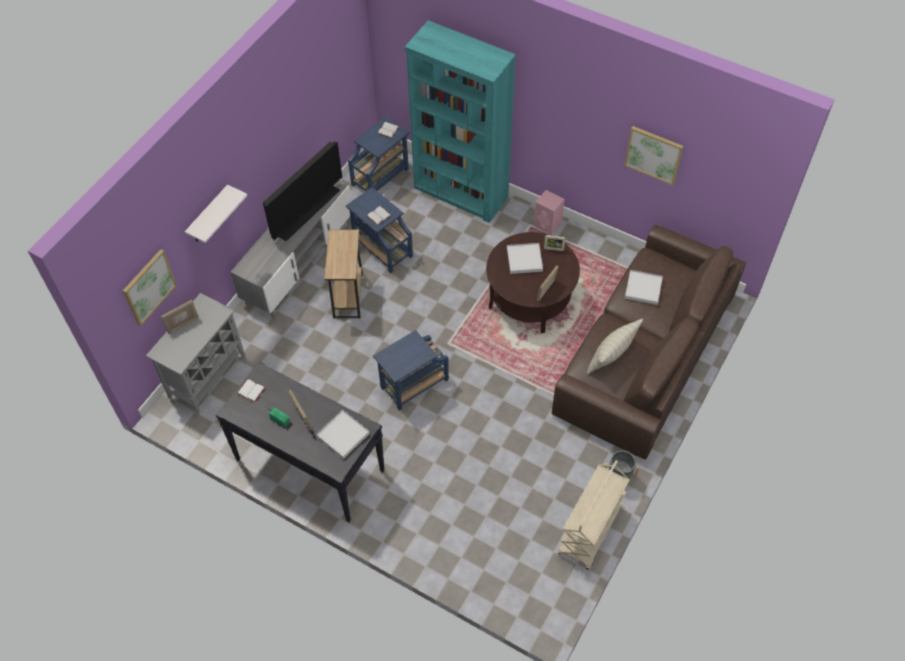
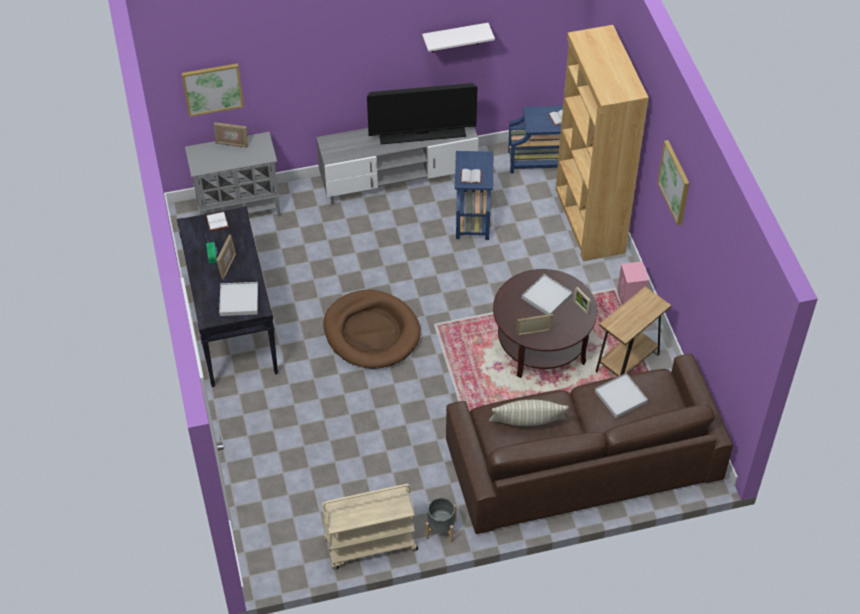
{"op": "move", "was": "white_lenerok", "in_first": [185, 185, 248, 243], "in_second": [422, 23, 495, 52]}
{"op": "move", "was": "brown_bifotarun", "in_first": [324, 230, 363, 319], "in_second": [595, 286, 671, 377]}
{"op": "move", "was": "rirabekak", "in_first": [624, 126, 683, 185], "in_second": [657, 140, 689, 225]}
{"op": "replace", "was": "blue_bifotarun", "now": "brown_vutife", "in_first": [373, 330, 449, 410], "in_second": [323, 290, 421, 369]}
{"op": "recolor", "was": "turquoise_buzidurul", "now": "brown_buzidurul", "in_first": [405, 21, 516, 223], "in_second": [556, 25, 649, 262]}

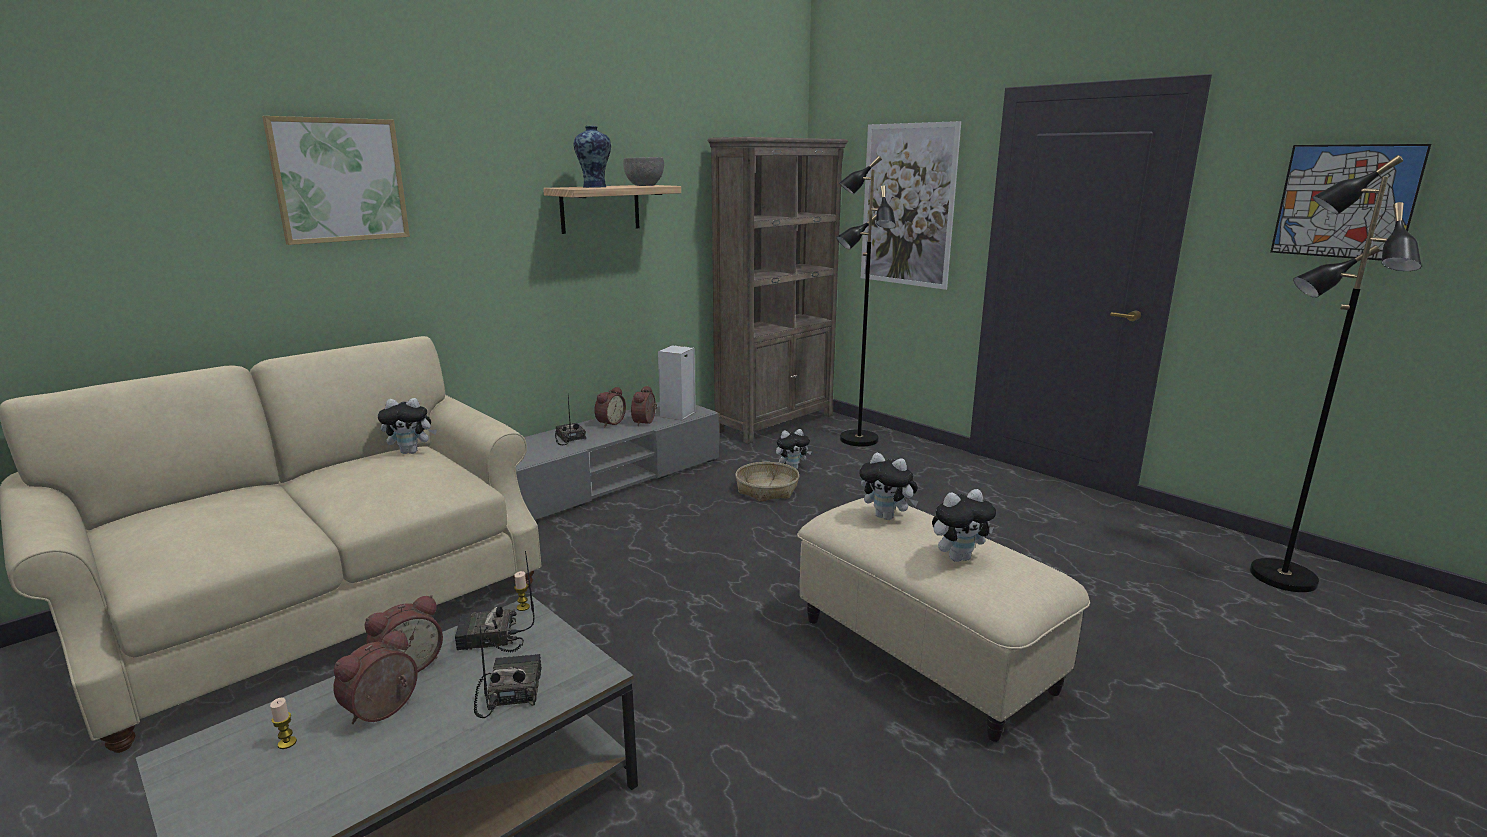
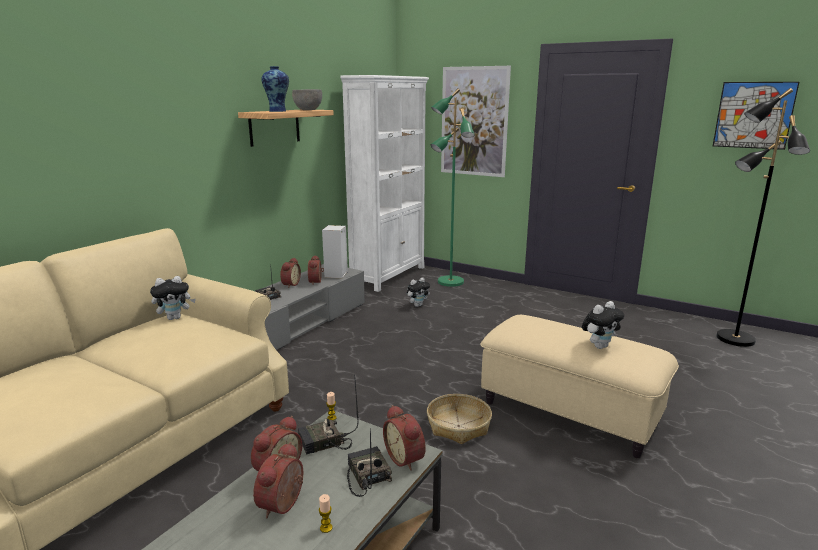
{"op": "delete", "was": "rirabekak", "in_first": [262, 116, 410, 245]}
{"op": "delete", "was": "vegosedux", "in_first": [859, 453, 919, 520]}
{"op": "insert", "now": "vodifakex", "in_second": [383, 405, 426, 471]}
{"op": "move", "was": "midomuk", "in_first": [270, 698, 297, 749], "in_second": [319, 494, 332, 533]}
{"op": "move", "was": "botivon", "in_first": [735, 462, 799, 502], "in_second": [427, 394, 492, 444]}
{"op": "recolor", "was": "brown_buzidurul", "now": "white_buzidurul", "in_first": [708, 137, 848, 444], "in_second": [340, 75, 429, 292]}
{"op": "recolor", "was": "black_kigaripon", "now": "green_kigaripon", "in_first": [836, 156, 896, 447], "in_second": [431, 89, 475, 287]}

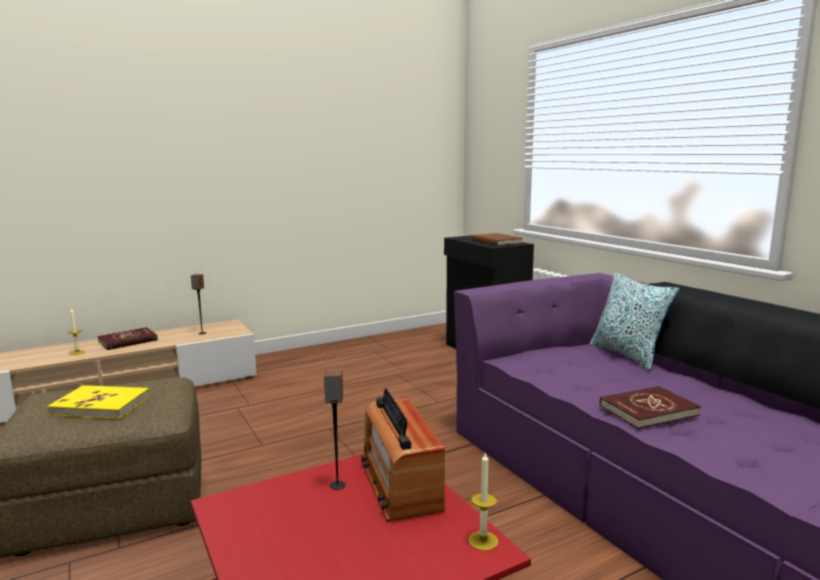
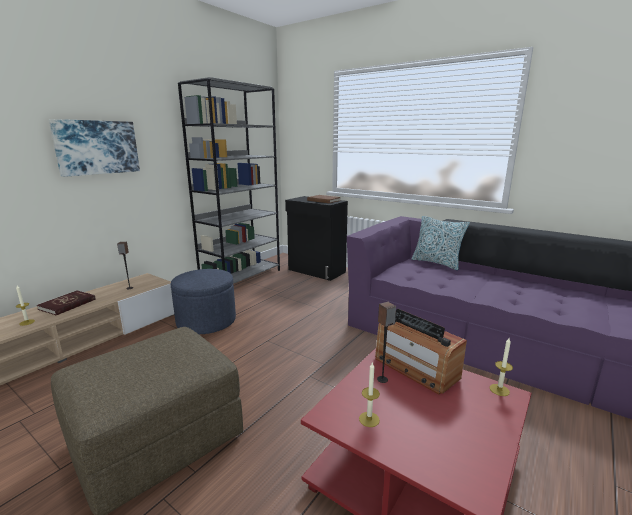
{"op": "delete", "was": "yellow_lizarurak", "in_first": [47, 385, 150, 419]}
{"op": "delete", "was": "red_lizarurak", "in_first": [600, 386, 701, 429]}
{"op": "insert", "now": "rirabekak", "in_second": [49, 119, 140, 177]}
{"op": "insert", "now": "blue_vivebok", "in_second": [171, 269, 236, 334]}
{"op": "insert", "now": "grey_buzidurul", "in_second": [178, 77, 280, 284]}
{"op": "insert", "now": "midomuk", "in_second": [359, 362, 380, 427]}

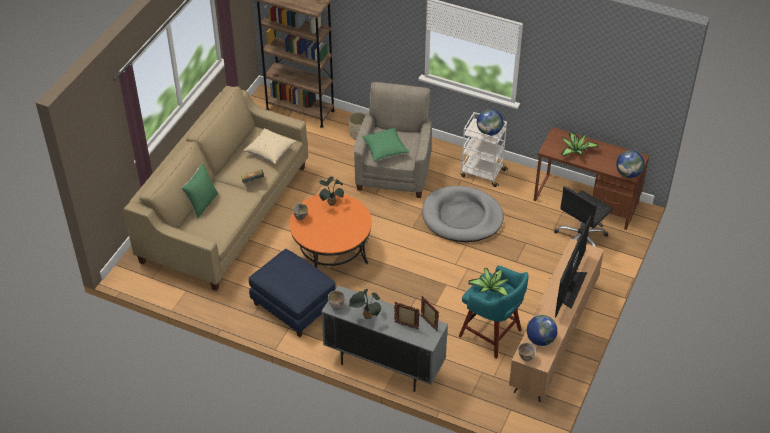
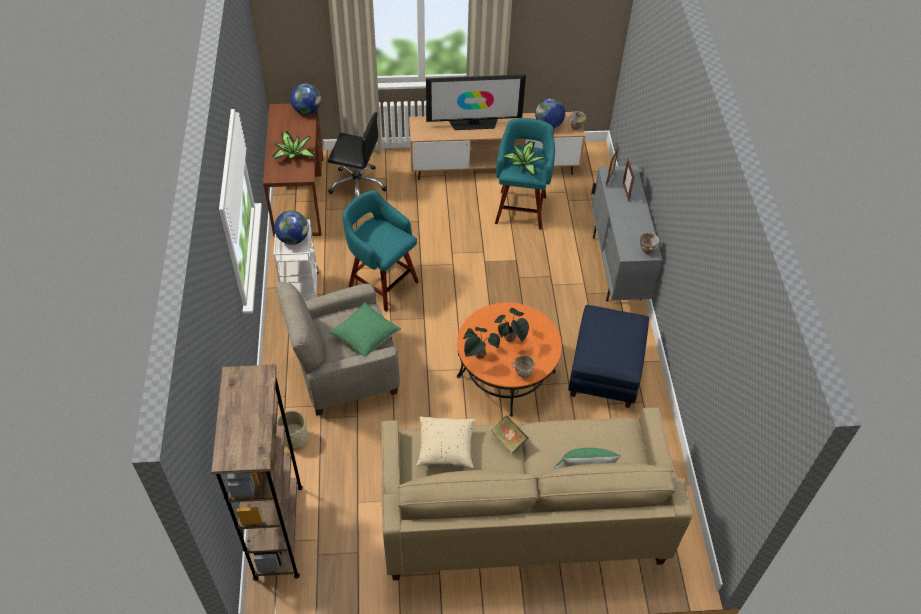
{"op": "move", "was": "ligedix", "in_first": [349, 289, 381, 319], "in_second": [494, 308, 529, 342]}
{"op": "replace", "was": "grey_vutife", "now": "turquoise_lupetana", "in_first": [422, 186, 504, 242], "in_second": [343, 190, 419, 311]}

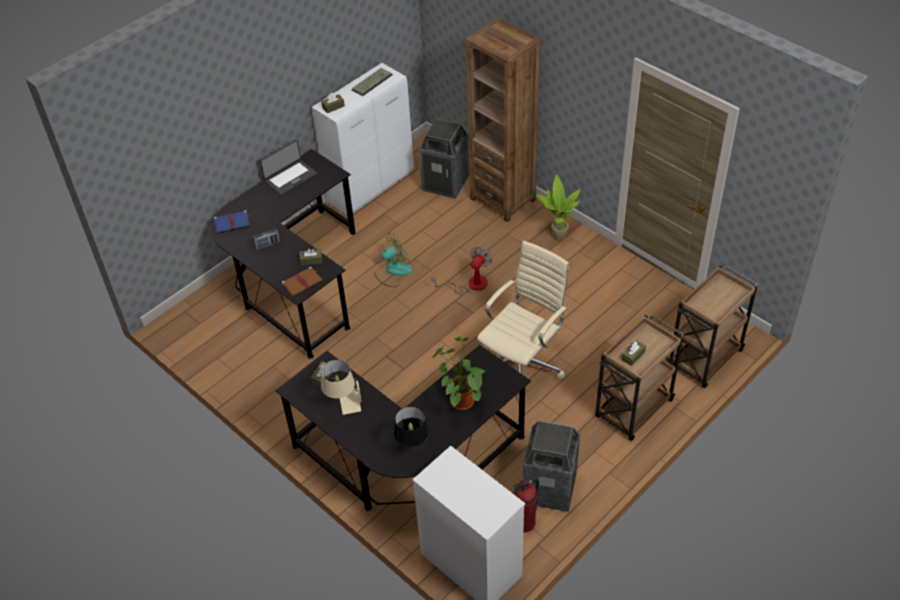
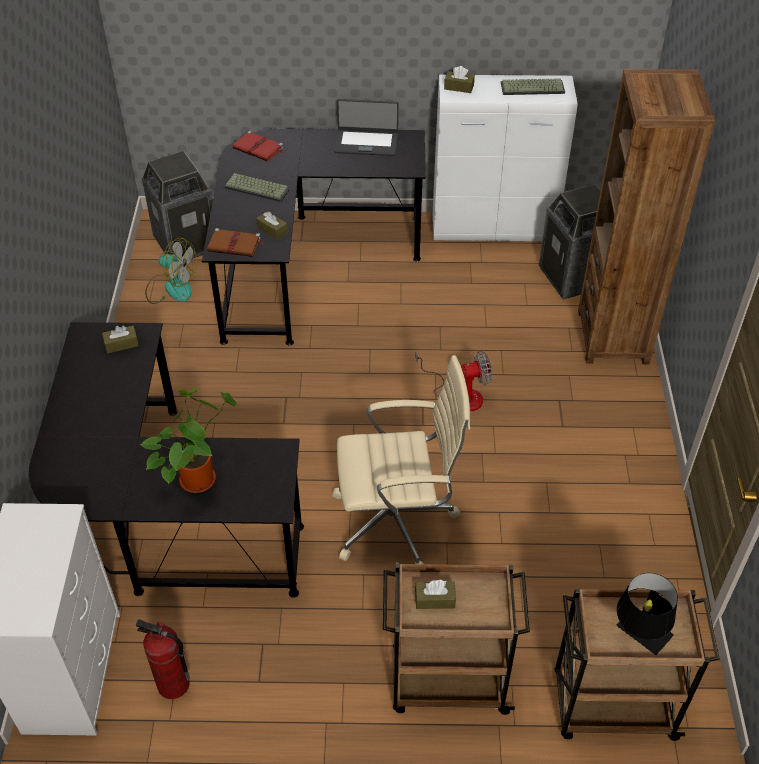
{"op": "delete", "was": "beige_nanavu", "in_first": [321, 360, 362, 415]}
{"op": "delete", "was": "ligedix", "in_first": [536, 175, 580, 240]}
{"op": "move", "was": "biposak", "in_first": [374, 232, 412, 287], "in_second": [145, 238, 197, 304]}
{"op": "move", "was": "black_nanavu", "in_first": [394, 406, 429, 452], "in_second": [616, 573, 678, 655]}
{"op": "move", "was": "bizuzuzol", "in_first": [523, 420, 580, 512], "in_second": [142, 151, 213, 259]}
{"op": "replace", "was": "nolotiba", "now": "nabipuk", "in_first": [253, 229, 280, 250], "in_second": [224, 173, 290, 202]}
{"op": "recolor", "was": "blue_lizarurak", "now": "red_lizarurak", "in_first": [214, 210, 251, 234], "in_second": [232, 131, 283, 161]}

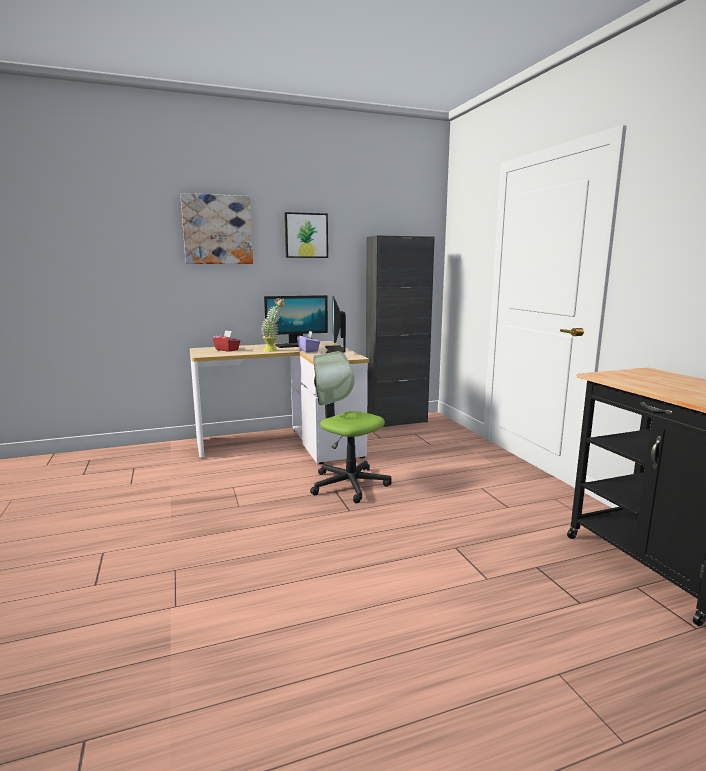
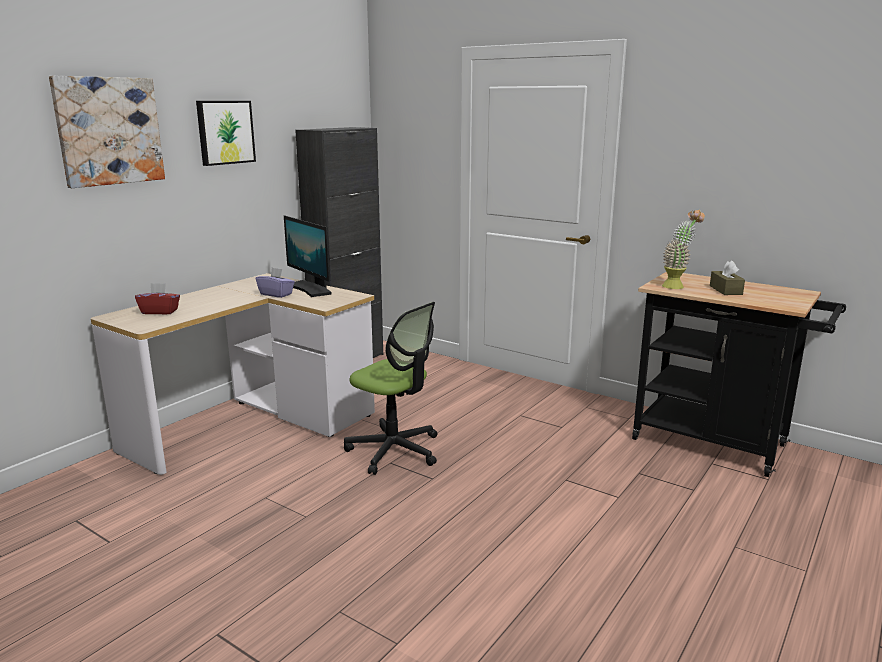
{"op": "delete", "was": "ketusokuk", "in_first": [264, 295, 328, 348]}
{"op": "insert", "now": "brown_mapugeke", "in_second": [710, 260, 745, 295]}
{"op": "move", "was": "ligedix", "in_first": [261, 298, 285, 352], "in_second": [662, 210, 705, 289]}
{"op": "rotate", "was": "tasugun", "in_first": [310, 351, 392, 503], "in_second": [344, 302, 437, 475], "clockwise": -150}

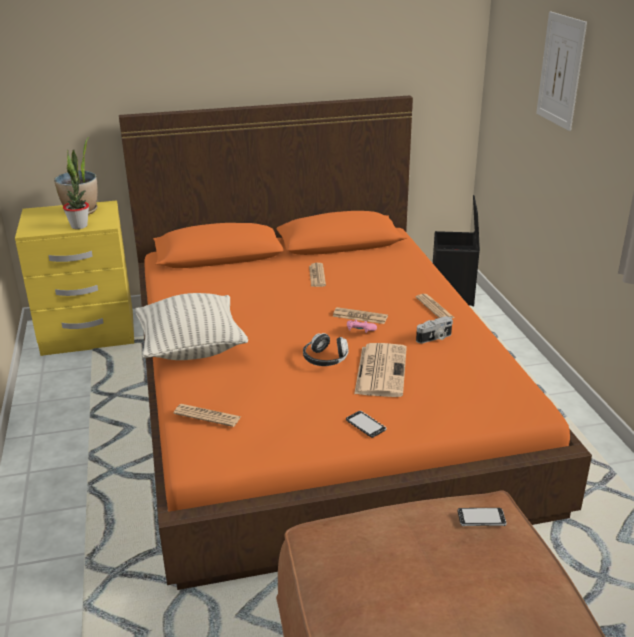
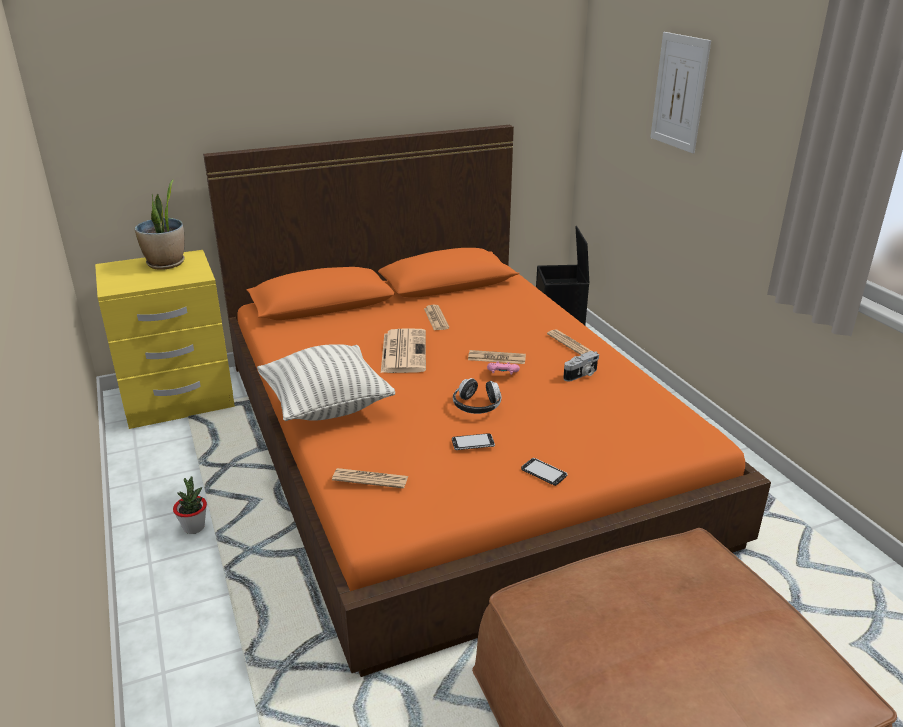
{"op": "move", "was": "ligedix", "in_first": [63, 180, 89, 229], "in_second": [173, 476, 207, 534]}
{"op": "move", "was": "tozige", "in_first": [354, 343, 407, 397], "in_second": [381, 328, 426, 373]}
{"op": "move", "was": "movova", "in_first": [458, 508, 507, 526], "in_second": [452, 433, 495, 450]}

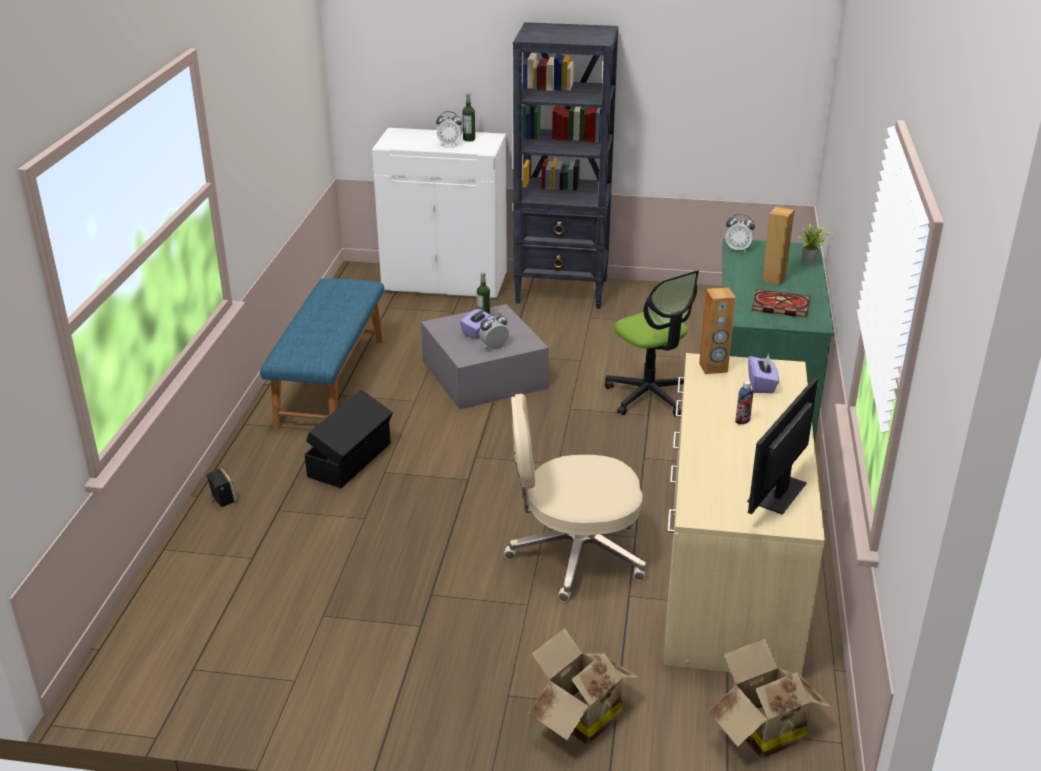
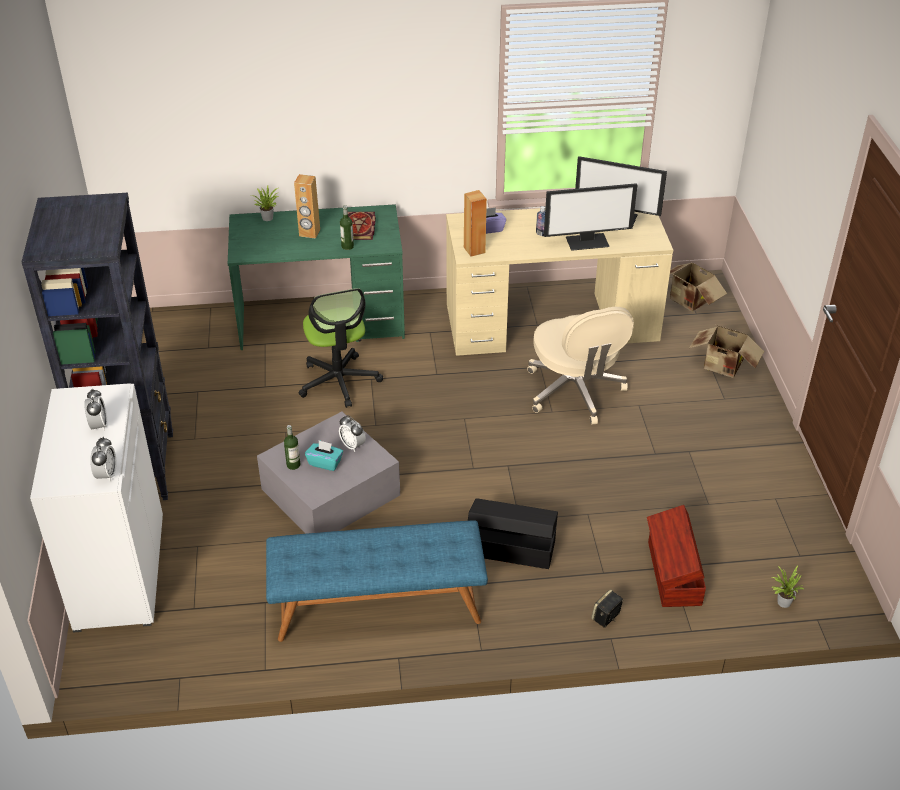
{"op": "insert", "now": "ketusokuk", "in_second": [544, 183, 637, 251]}
{"op": "insert", "now": "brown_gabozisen", "in_second": [647, 505, 706, 607]}
{"op": "insert", "now": "ligedix", "in_second": [771, 565, 805, 608]}
{"op": "move", "was": "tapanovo", "in_first": [462, 93, 475, 142], "in_second": [340, 205, 354, 250]}
{"op": "move", "was": "vodifakex", "in_first": [725, 214, 755, 252], "in_second": [90, 437, 117, 482]}
{"op": "recolor", "was": "purple_mapugeke", "now": "turquoise_mapugeke", "in_first": [460, 308, 495, 339], "in_second": [305, 440, 343, 471]}
{"op": "rotate", "was": "tasugun", "in_first": [605, 270, 699, 416], "in_second": [298, 288, 383, 408], "clockwise": 120}

